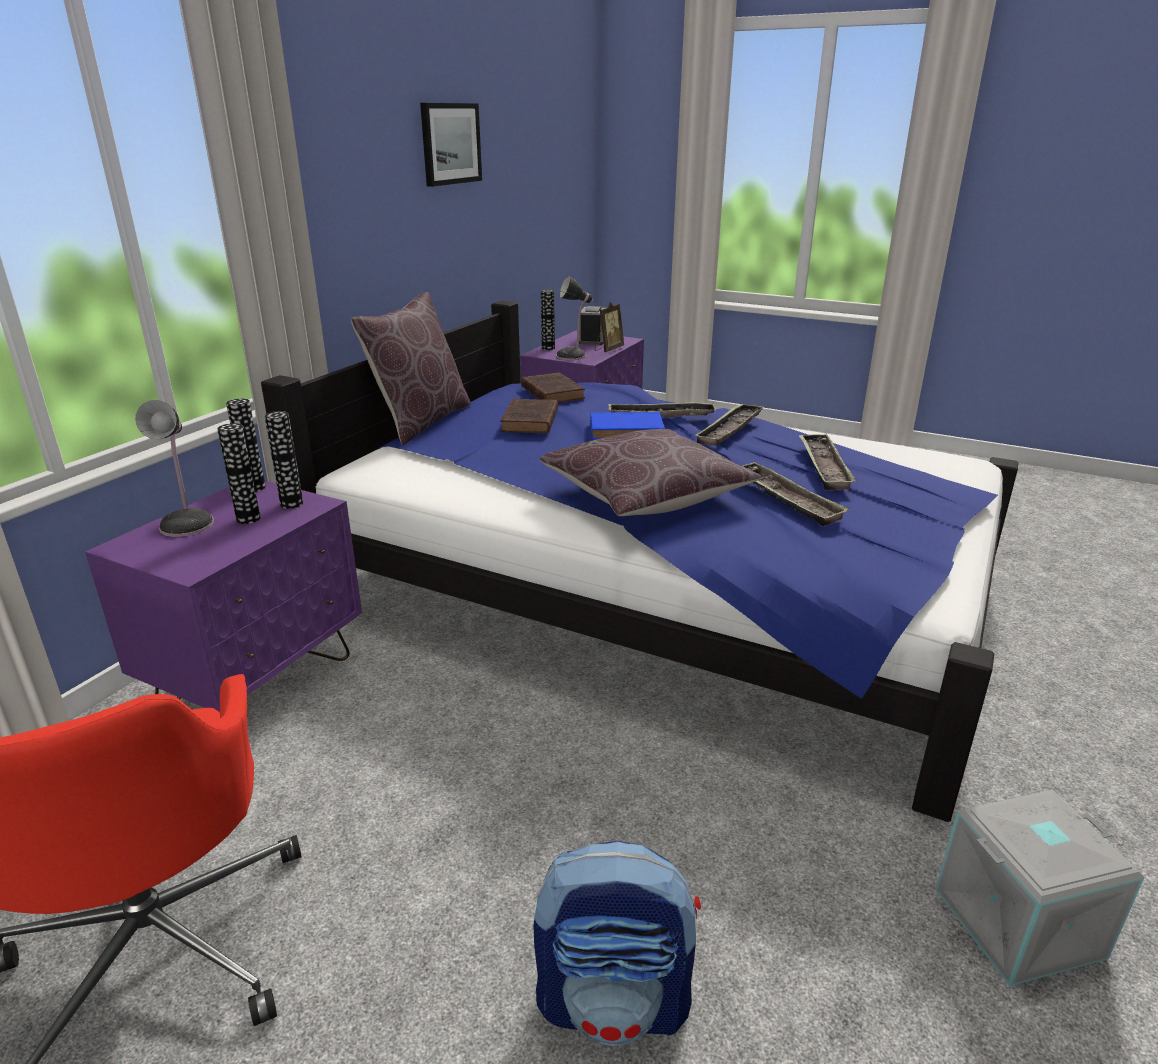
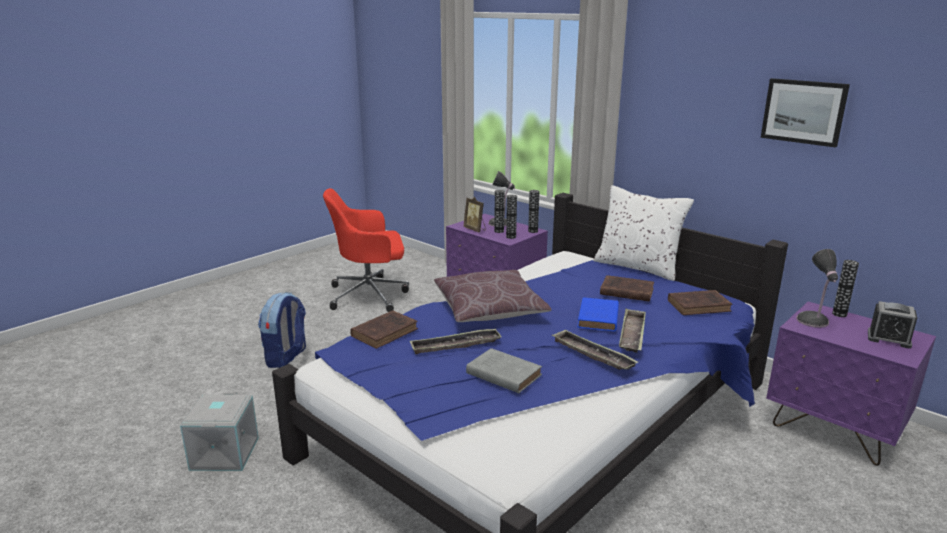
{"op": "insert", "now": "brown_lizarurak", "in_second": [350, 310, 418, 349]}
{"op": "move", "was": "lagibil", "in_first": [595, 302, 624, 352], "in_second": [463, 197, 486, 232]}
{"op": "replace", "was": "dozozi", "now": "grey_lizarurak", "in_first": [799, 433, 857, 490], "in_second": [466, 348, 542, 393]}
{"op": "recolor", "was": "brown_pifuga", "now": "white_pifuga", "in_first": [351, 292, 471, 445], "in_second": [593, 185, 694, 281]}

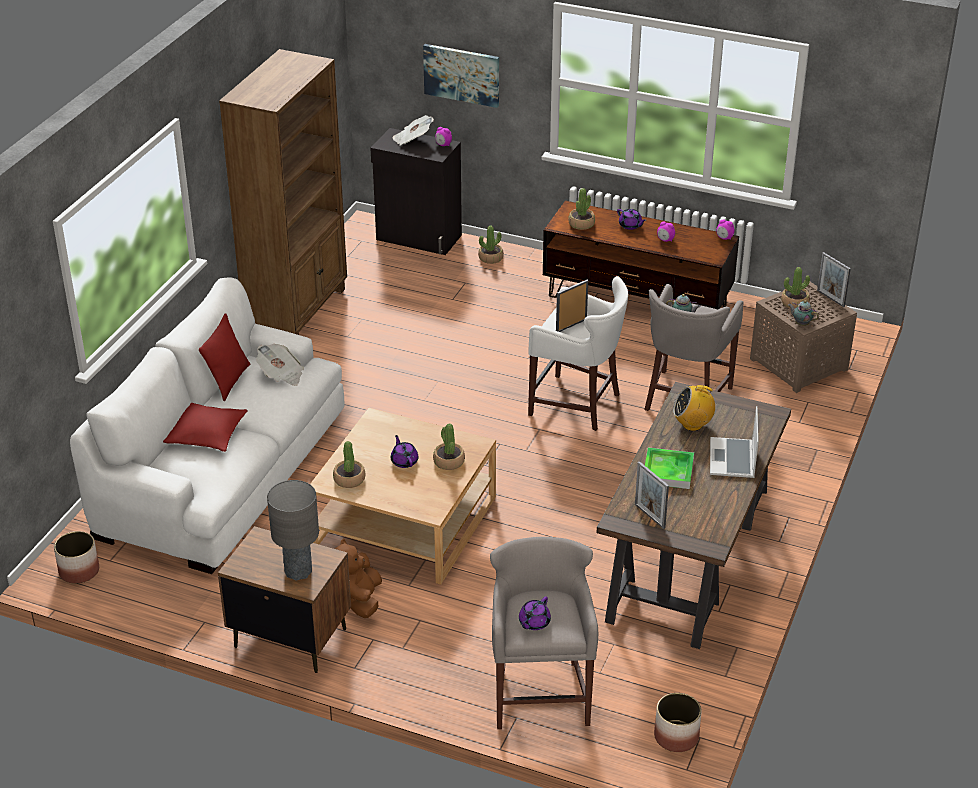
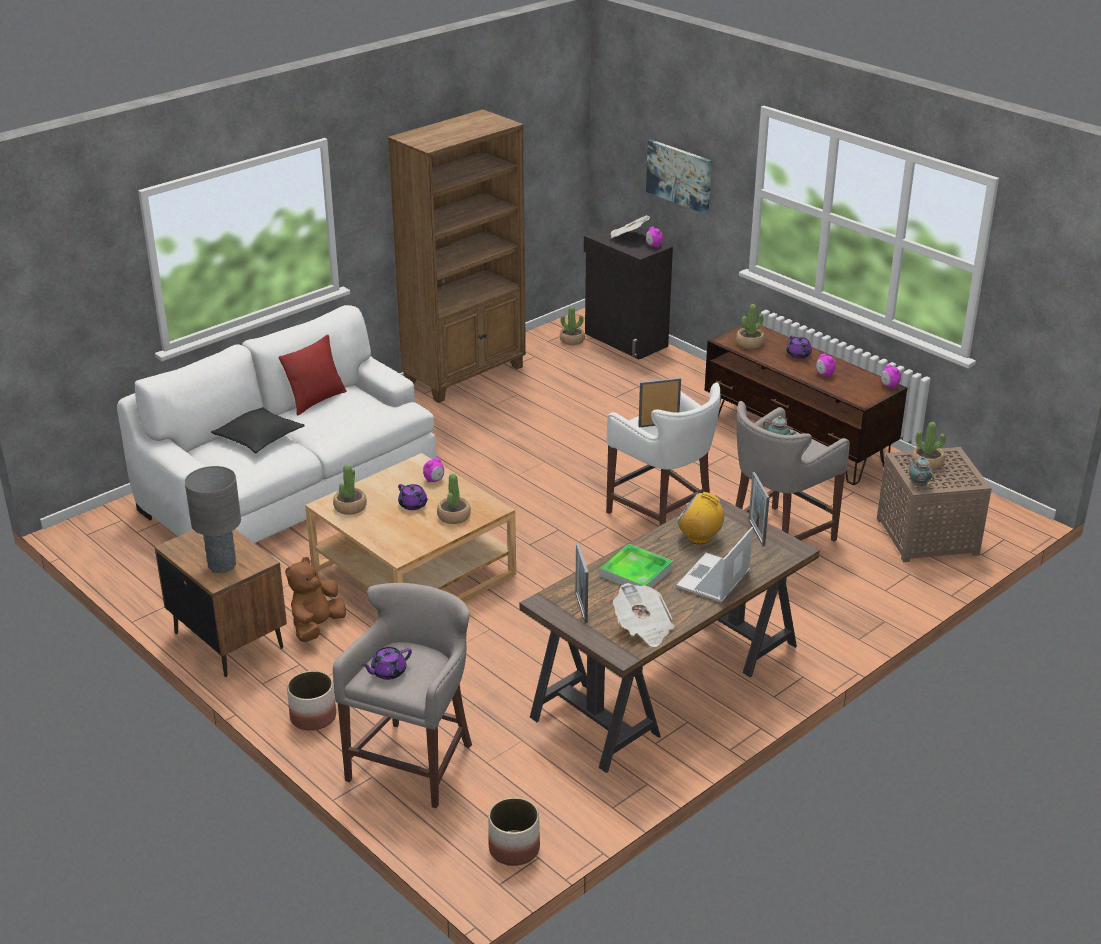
{"op": "insert", "now": "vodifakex", "in_second": [423, 458, 444, 483]}
{"op": "move", "was": "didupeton", "in_first": [54, 531, 99, 584], "in_second": [287, 671, 336, 731]}
{"op": "move", "was": "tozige", "in_first": [256, 344, 304, 386], "in_second": [613, 583, 675, 647]}
{"op": "move", "was": "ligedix", "in_first": [478, 225, 504, 264], "in_second": [560, 306, 585, 345]}
{"op": "move", "was": "lagibil", "in_first": [817, 252, 851, 307], "in_second": [749, 472, 770, 546]}
{"op": "recolor", "was": "red_pifuga", "now": "black_pifuga", "in_first": [163, 402, 248, 452], "in_second": [211, 407, 305, 453]}
{"op": "rotate", "was": "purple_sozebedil", "in_first": [391, 435, 418, 468], "in_second": [398, 484, 428, 510], "clockwise": 135}

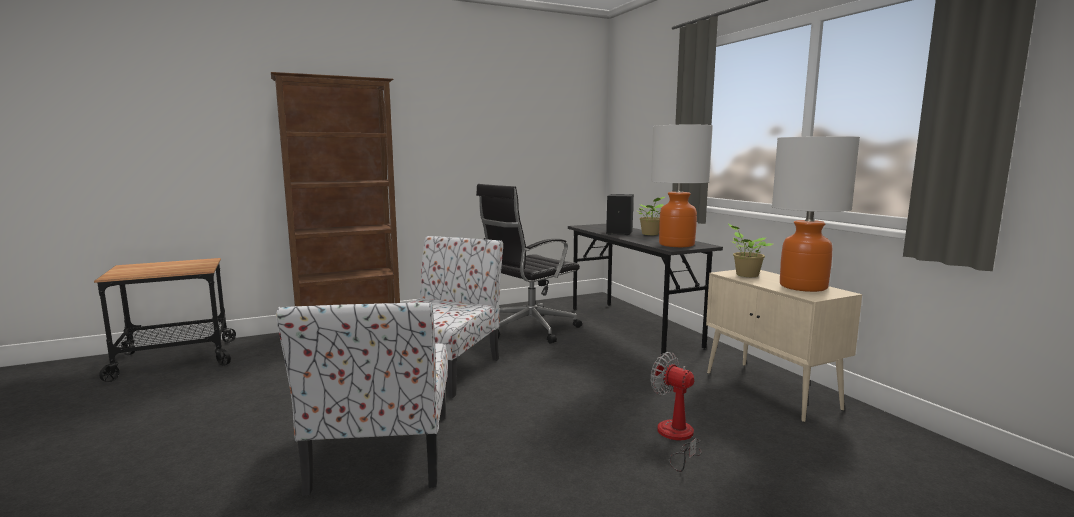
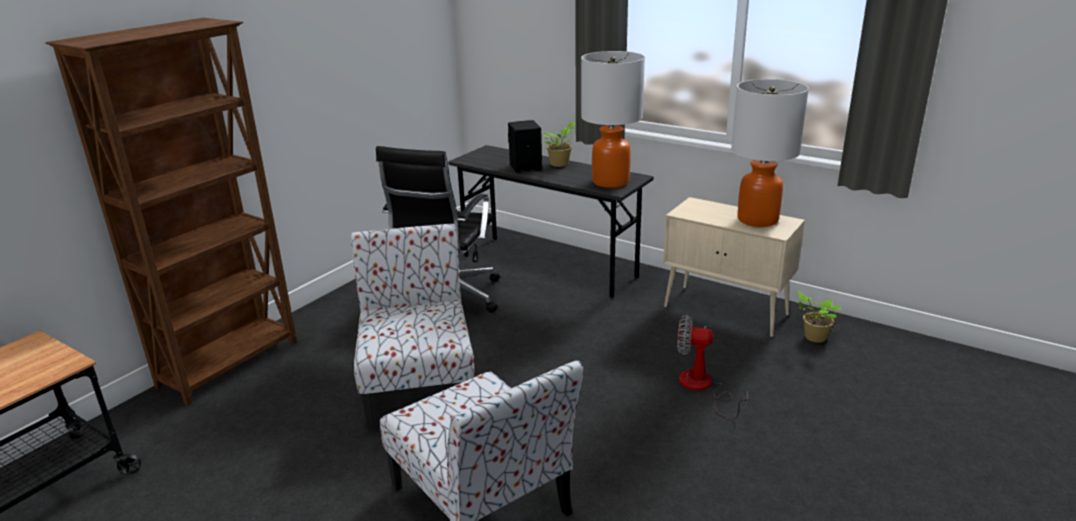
{"op": "move", "was": "ligedix", "in_first": [728, 224, 773, 277], "in_second": [795, 290, 841, 343]}

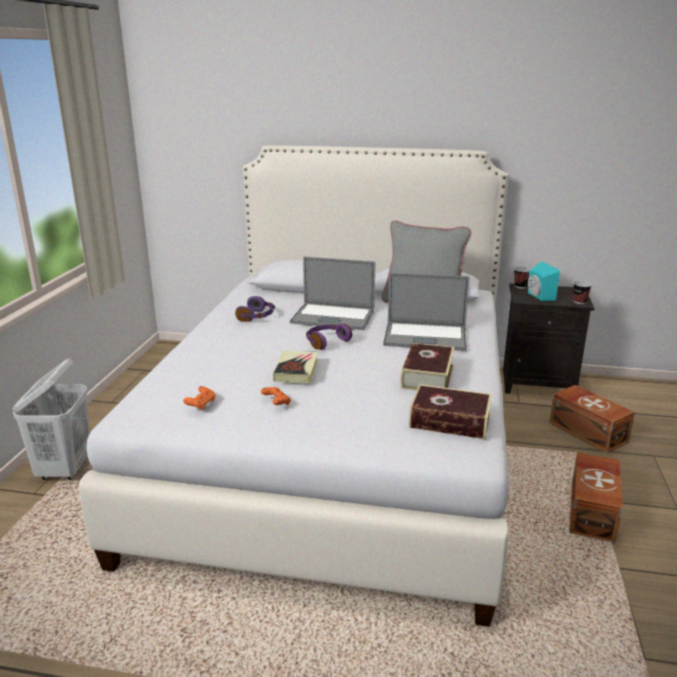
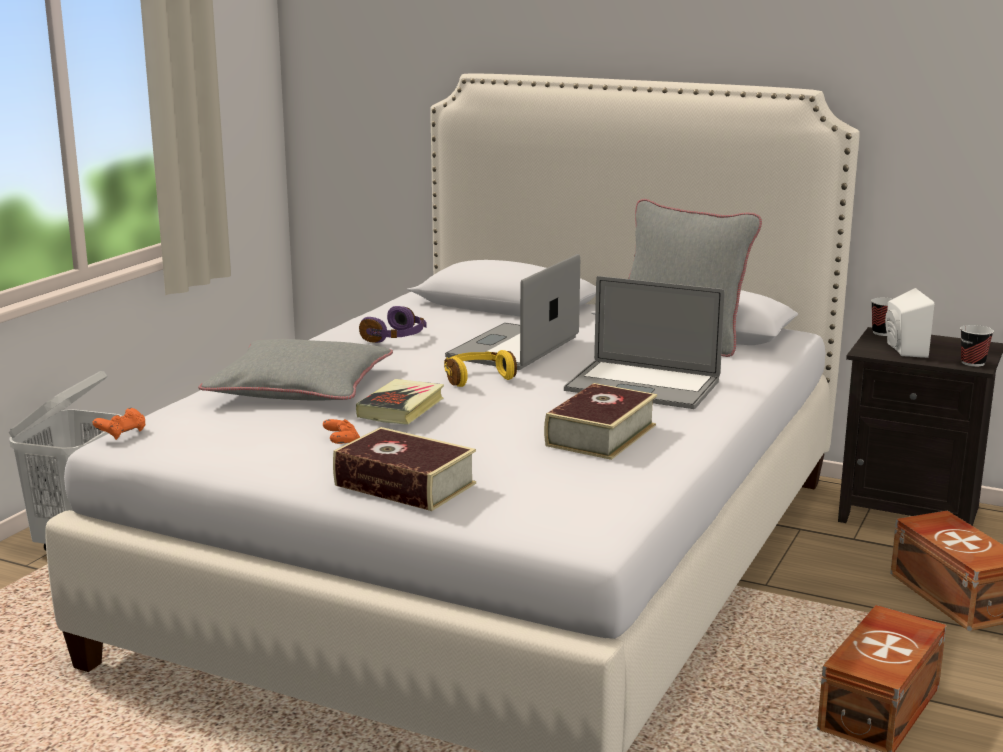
{"op": "insert", "now": "grey_pifuga", "in_second": [198, 339, 393, 401]}
{"op": "move", "was": "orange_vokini", "in_first": [183, 386, 216, 411], "in_second": [93, 408, 145, 440]}
{"op": "move", "was": "lizarurak", "in_first": [409, 384, 492, 439], "in_second": [333, 427, 476, 511]}
{"op": "recolor", "was": "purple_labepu", "now": "yellow_labepu", "in_first": [306, 323, 352, 350], "in_second": [444, 350, 517, 387]}
{"op": "recolor", "was": "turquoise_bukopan", "now": "white_bukopan", "in_first": [528, 262, 560, 301], "in_second": [885, 288, 934, 358]}
{"op": "rotate", "was": "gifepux", "in_first": [290, 257, 375, 330], "in_second": [445, 254, 580, 370], "clockwise": 90}

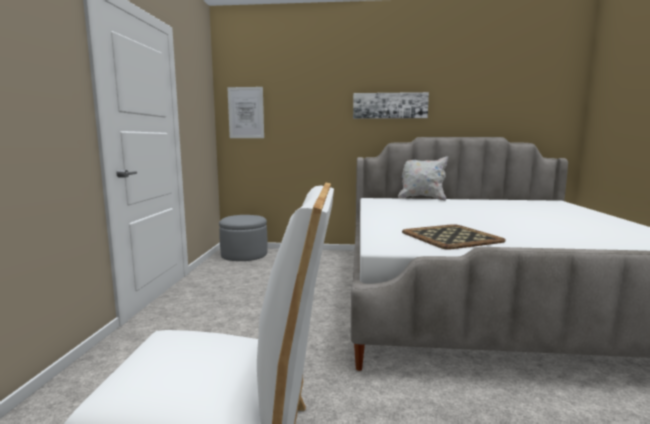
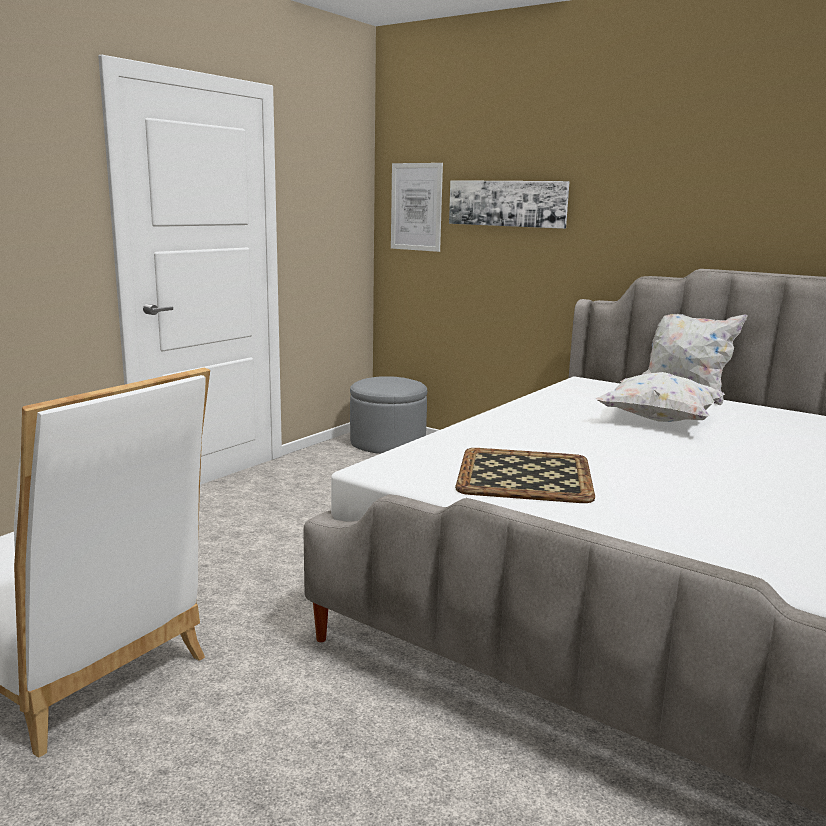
{"op": "insert", "now": "white_pifuga", "in_second": [596, 372, 725, 422]}
{"op": "move", "was": "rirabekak", "in_first": [353, 92, 429, 119], "in_second": [449, 180, 570, 229]}

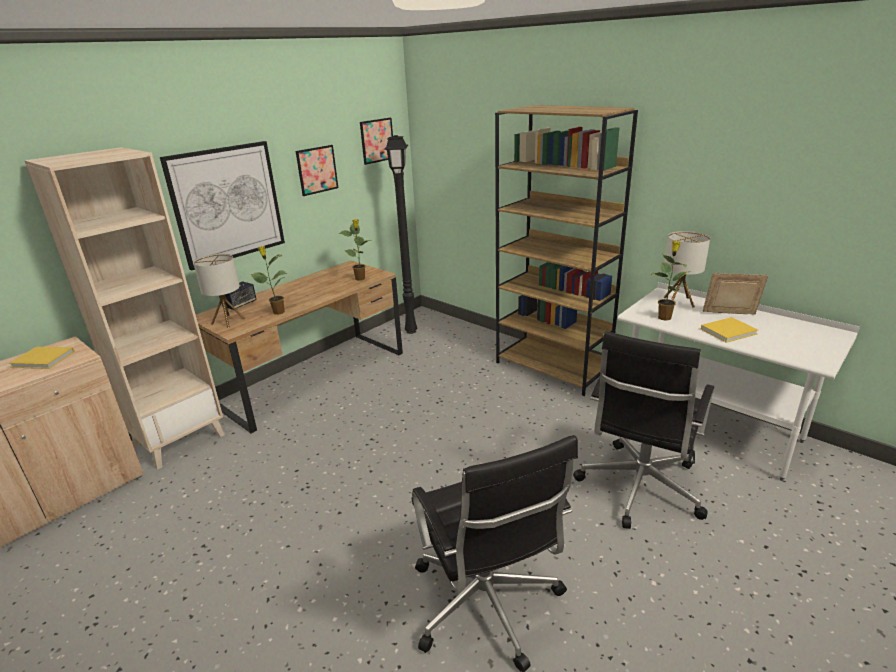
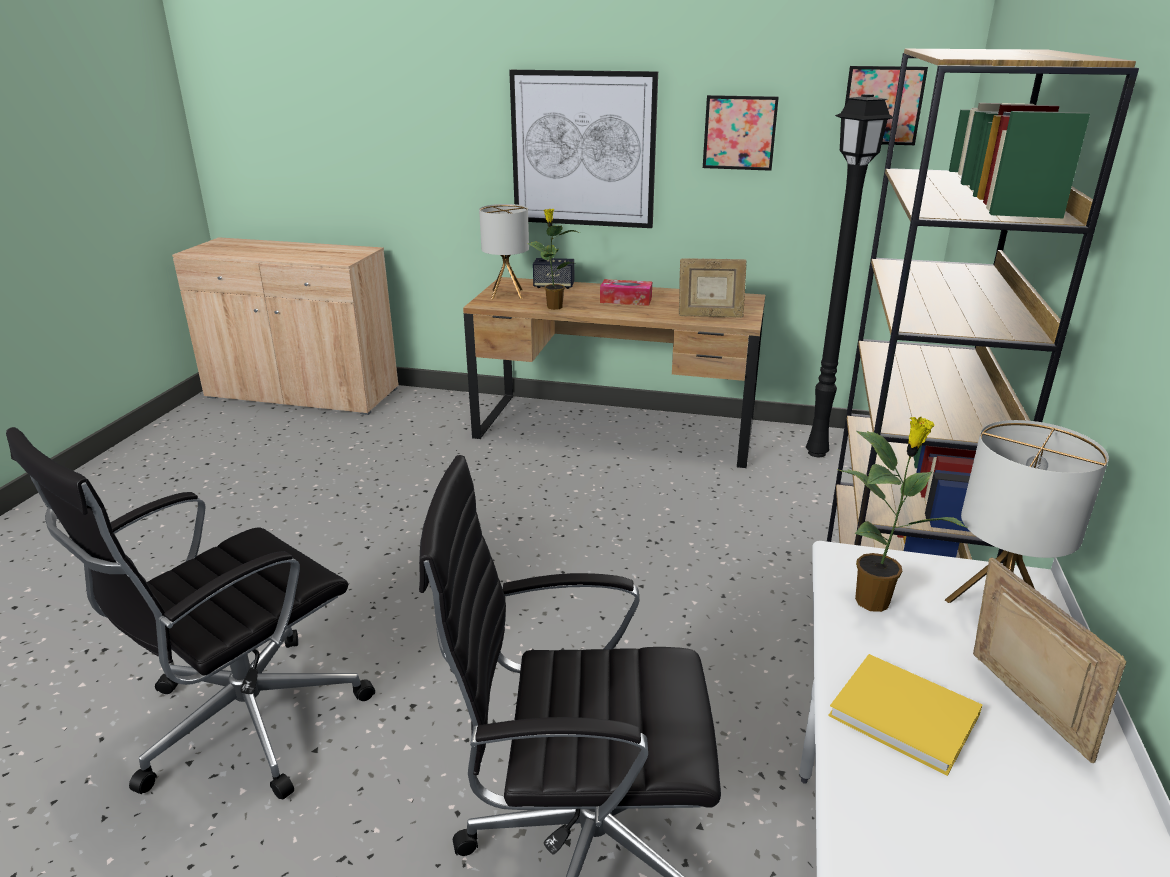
{"op": "delete", "was": "yellow_lizarurak", "in_first": [9, 347, 75, 369]}
{"op": "delete", "was": "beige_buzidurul", "in_first": [24, 147, 225, 470]}
{"op": "insert", "now": "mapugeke", "in_second": [600, 279, 652, 306]}
{"op": "replace", "was": "ligedix", "now": "lagibil", "in_first": [338, 219, 369, 281], "in_second": [679, 258, 747, 318]}

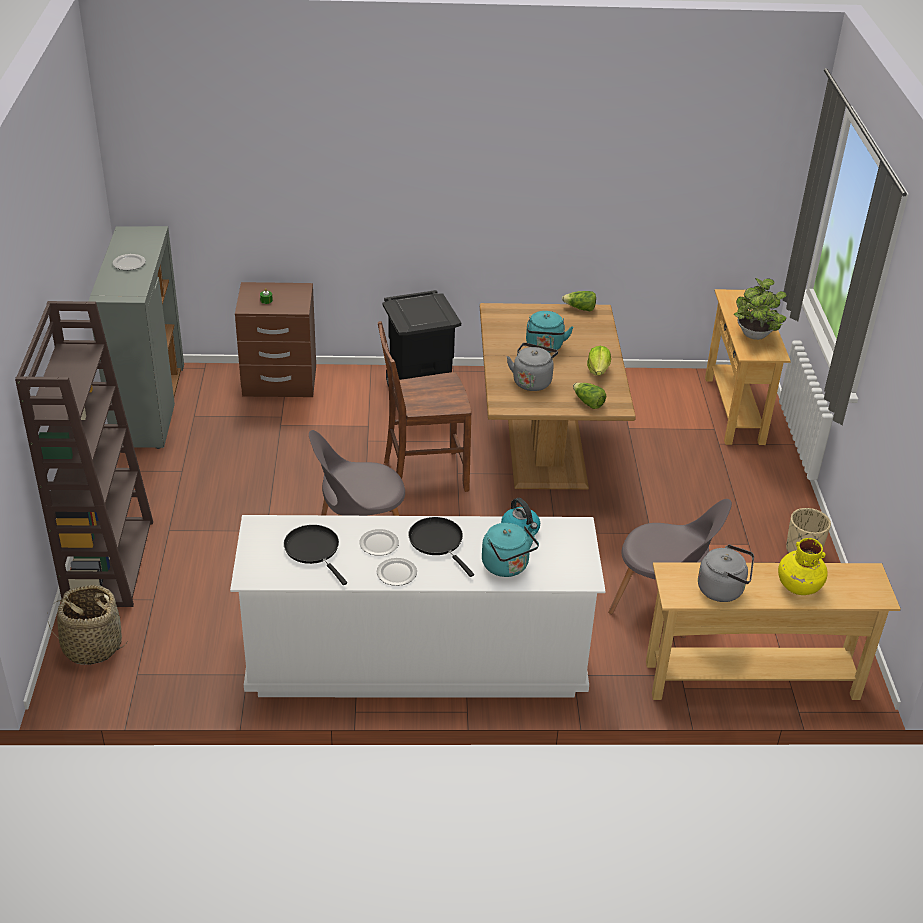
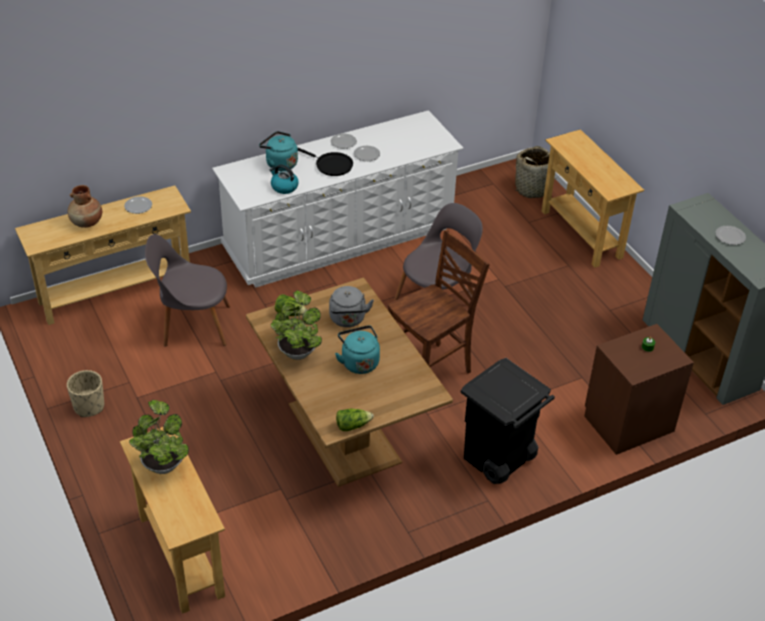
{"op": "delete", "was": "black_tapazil", "in_first": [284, 525, 347, 585]}
{"op": "replace", "was": "brown_buzidurul", "now": "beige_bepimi", "in_first": [15, 301, 153, 607], "in_second": [542, 129, 644, 268]}
{"op": "replace", "was": "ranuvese", "now": "ligedix", "in_first": [587, 346, 611, 376], "in_second": [271, 290, 322, 360]}
{"op": "replace", "was": "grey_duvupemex", "now": "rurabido", "in_first": [698, 544, 754, 602], "in_second": [124, 196, 152, 214]}
{"op": "recolor", "was": "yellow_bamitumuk", "now": "brown_bamitumuk", "in_first": [778, 538, 828, 595], "in_second": [68, 185, 102, 228]}

